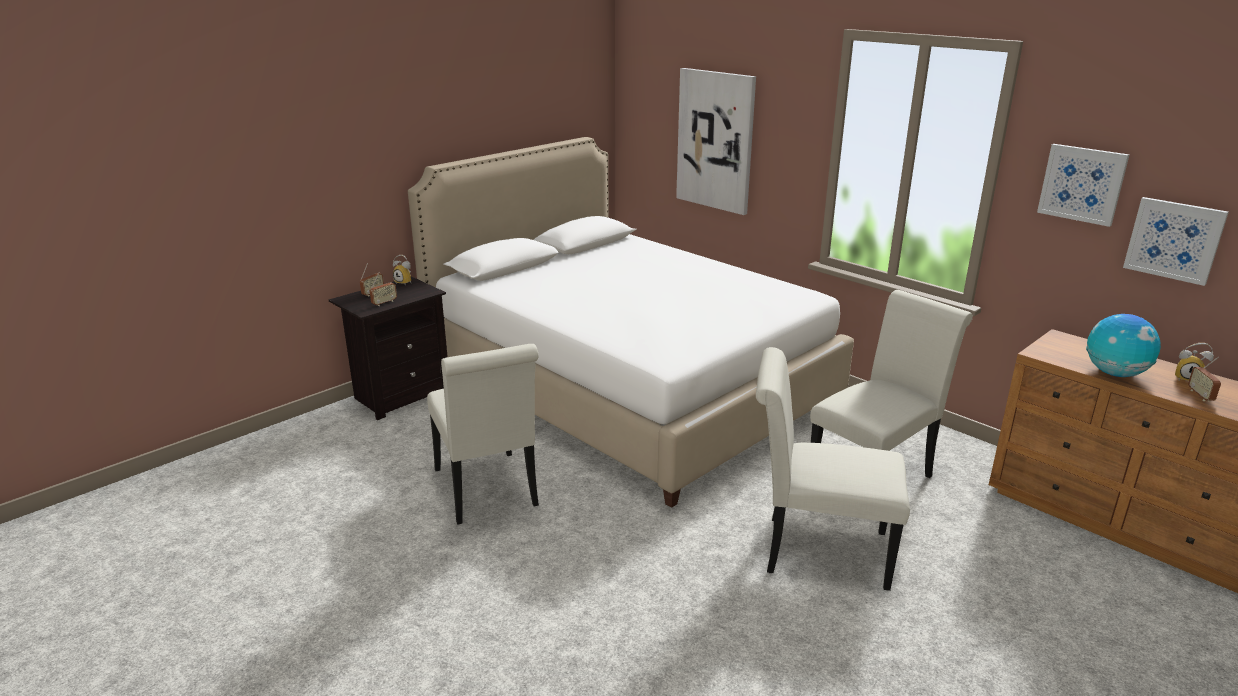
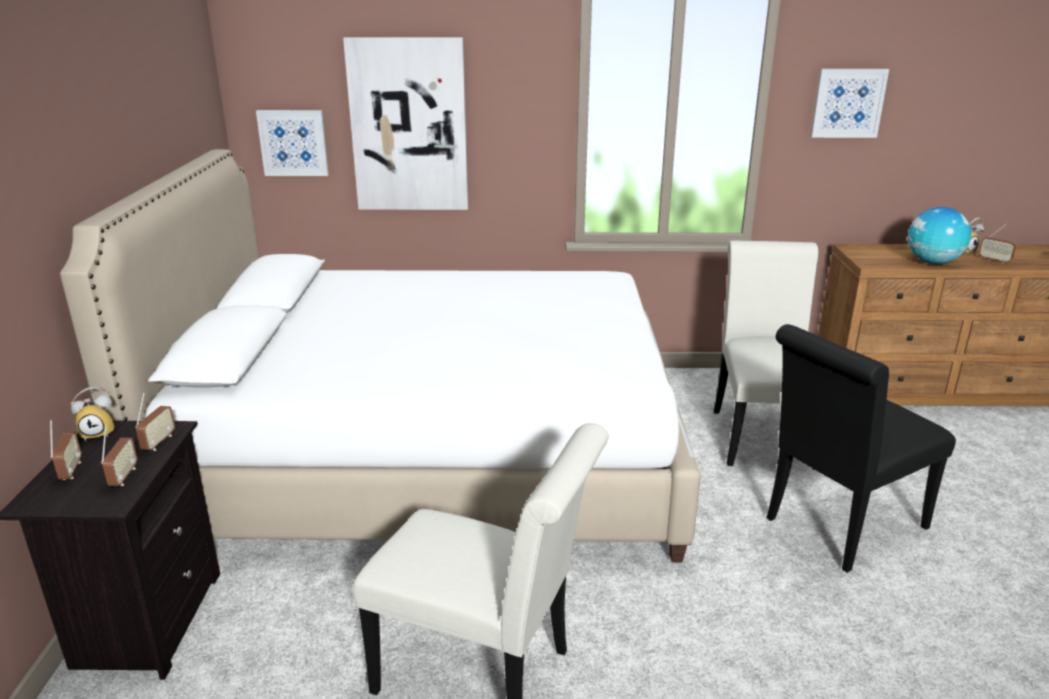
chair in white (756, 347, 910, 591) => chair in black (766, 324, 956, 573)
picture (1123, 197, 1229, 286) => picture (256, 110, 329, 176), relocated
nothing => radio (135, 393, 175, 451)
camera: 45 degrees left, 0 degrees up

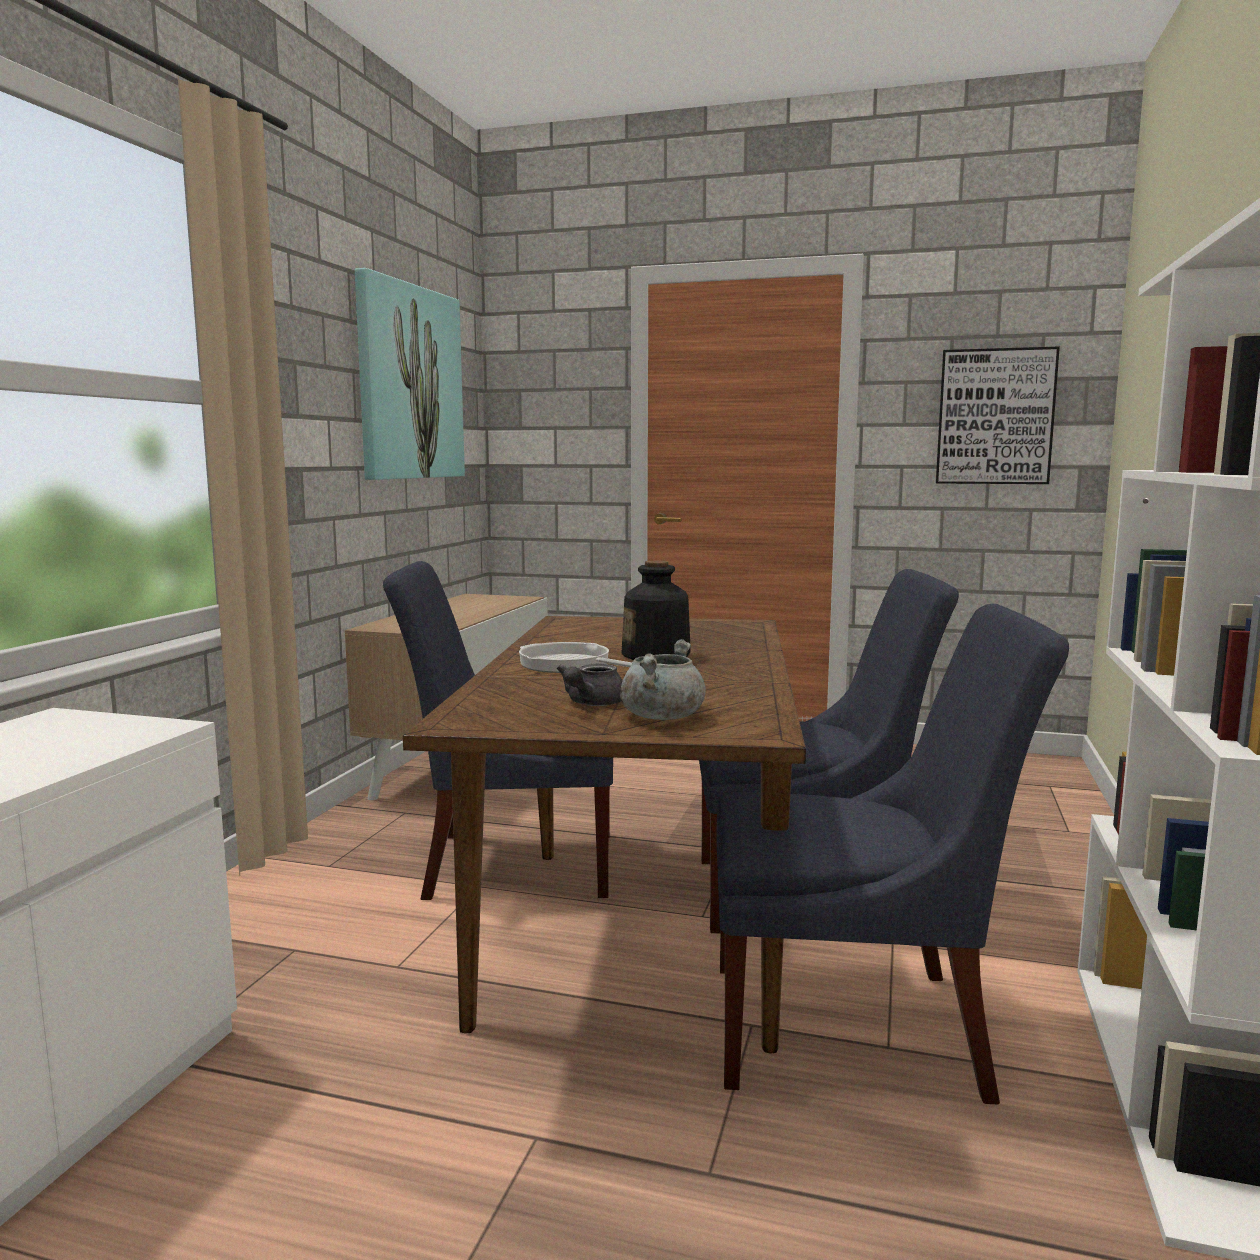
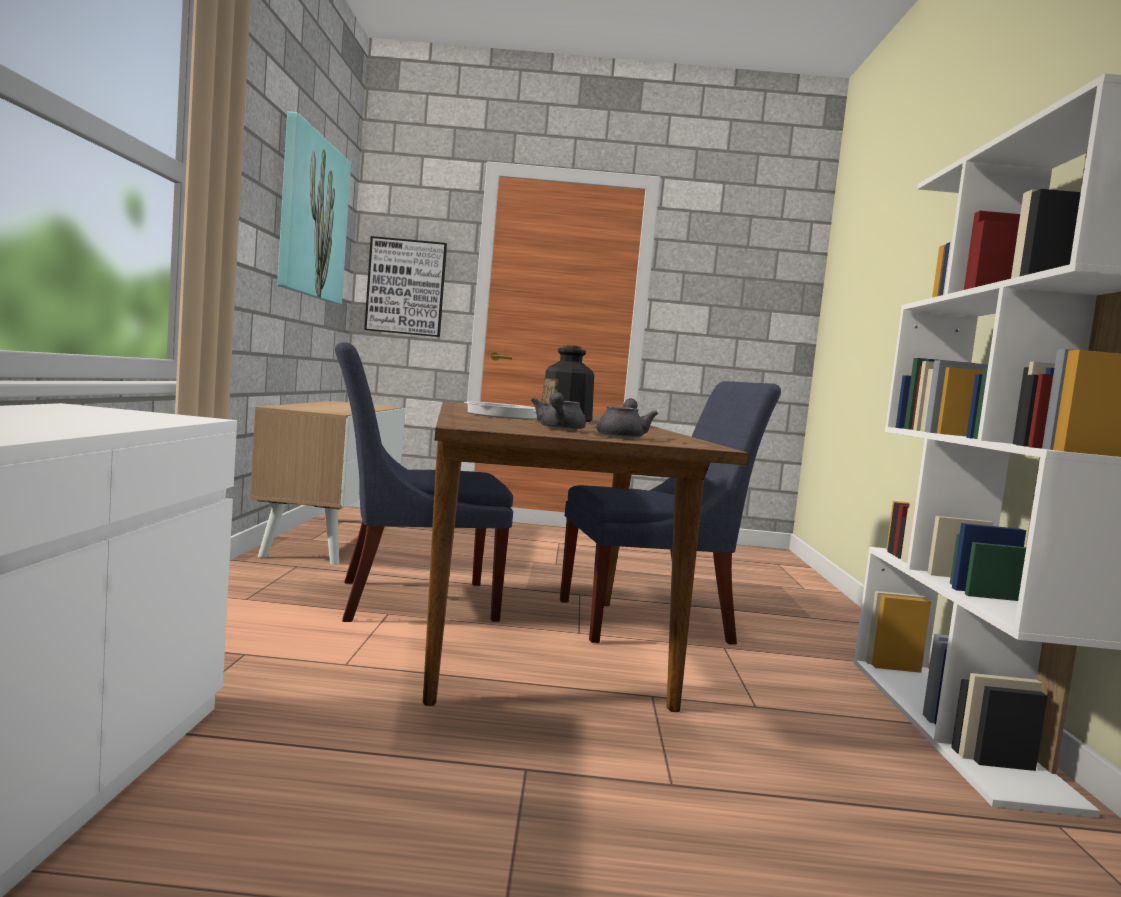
cooking pot in grey (620, 639, 706, 720) => teapot in grey (597, 398, 658, 438)
chair in blue (716, 604, 1069, 1104) => nothing
picture (936, 346, 1060, 484) => picture (364, 236, 447, 337), relocated
camera: 15 degrees left, 5 degrees down

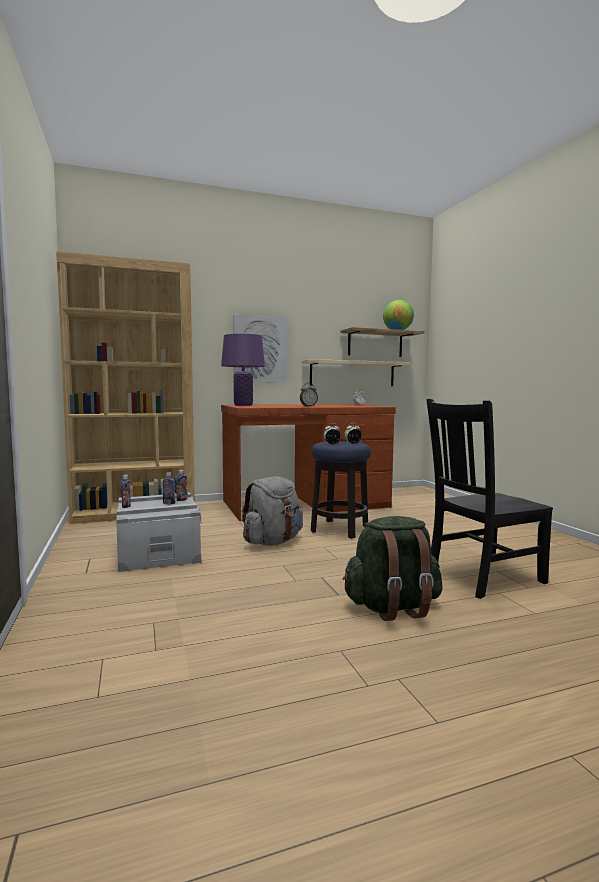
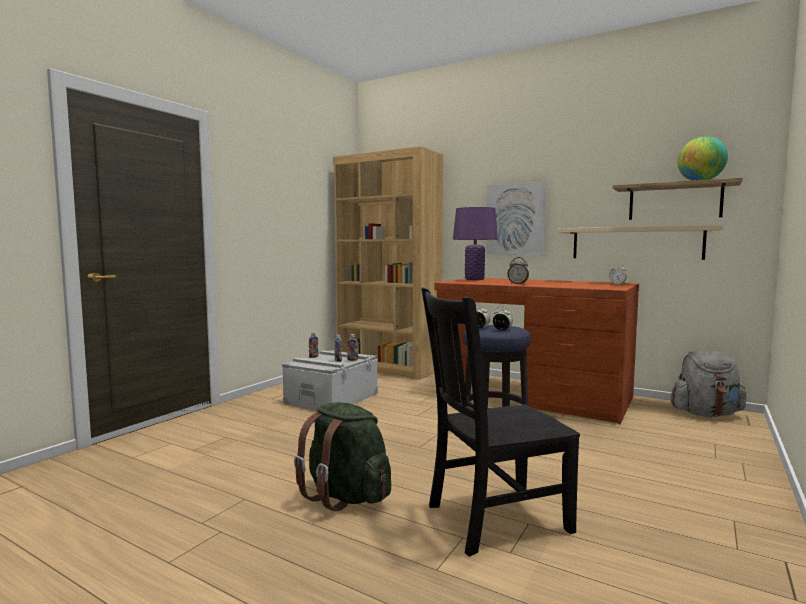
backpack in grey (242, 476, 303, 546) => backpack in grey (670, 351, 746, 417), relocated
chair in black (426, 398, 553, 599) => chair in black (421, 288, 580, 557), 45 degrees counterclockwise
camera: 50 degrees right, 0 degrees up

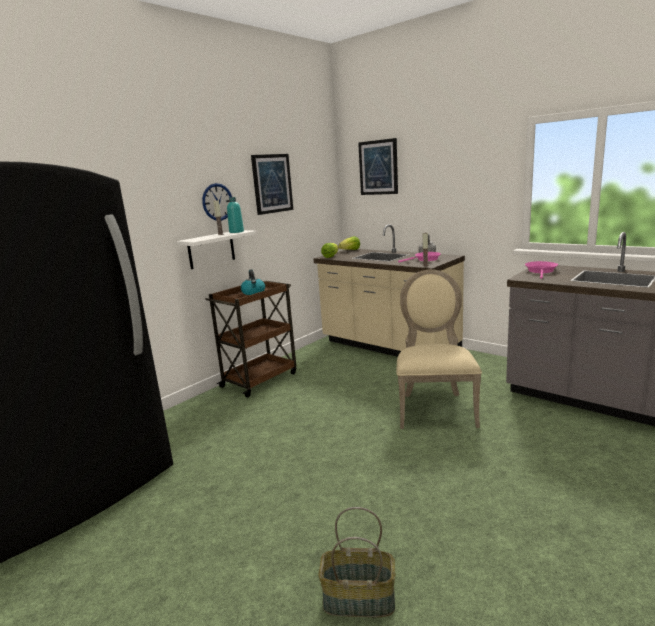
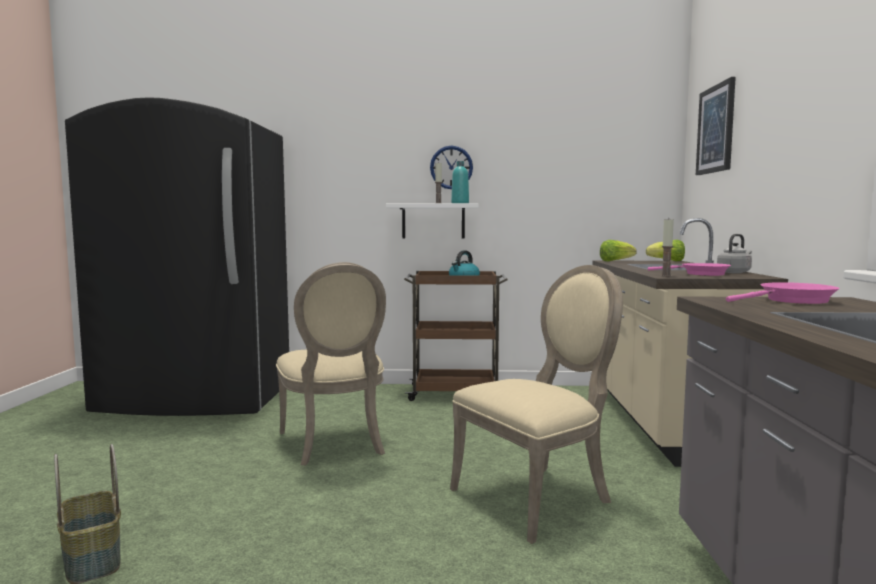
picture (251, 154, 293, 215) => nothing
nothing => chair in beige (276, 262, 386, 465)
camera: 50 degrees right, 10 degrees down

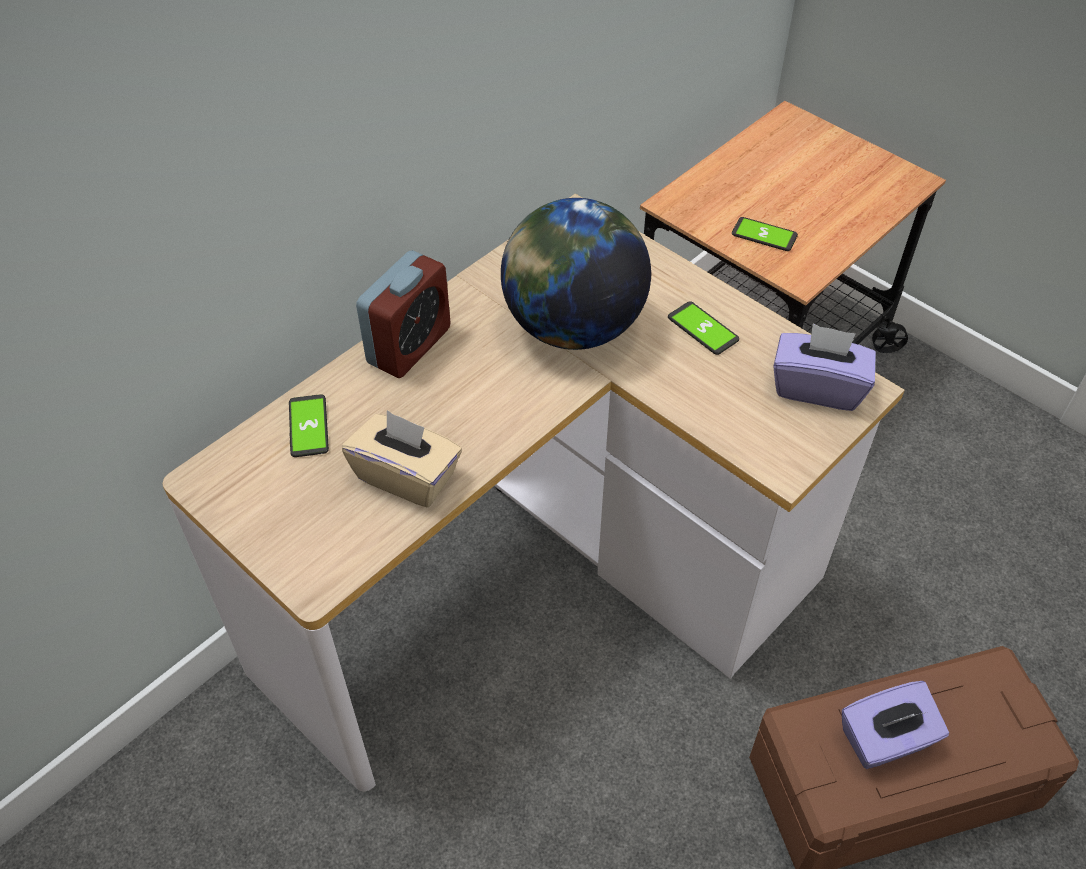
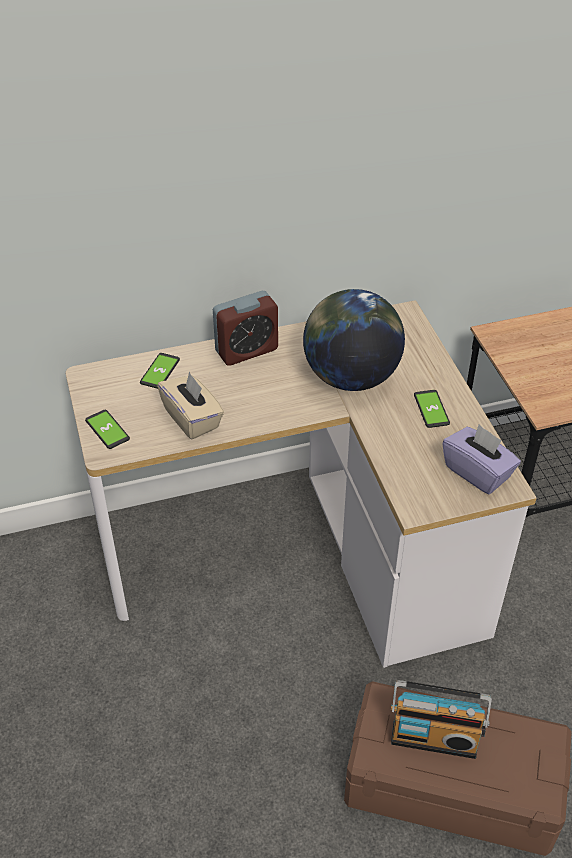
phone (732, 217, 798, 251) => phone (85, 410, 130, 449), relocated
tissue box in purple (842, 681, 949, 769) => radio (391, 680, 492, 759)
camera: 30 degrees right, 5 degrees down

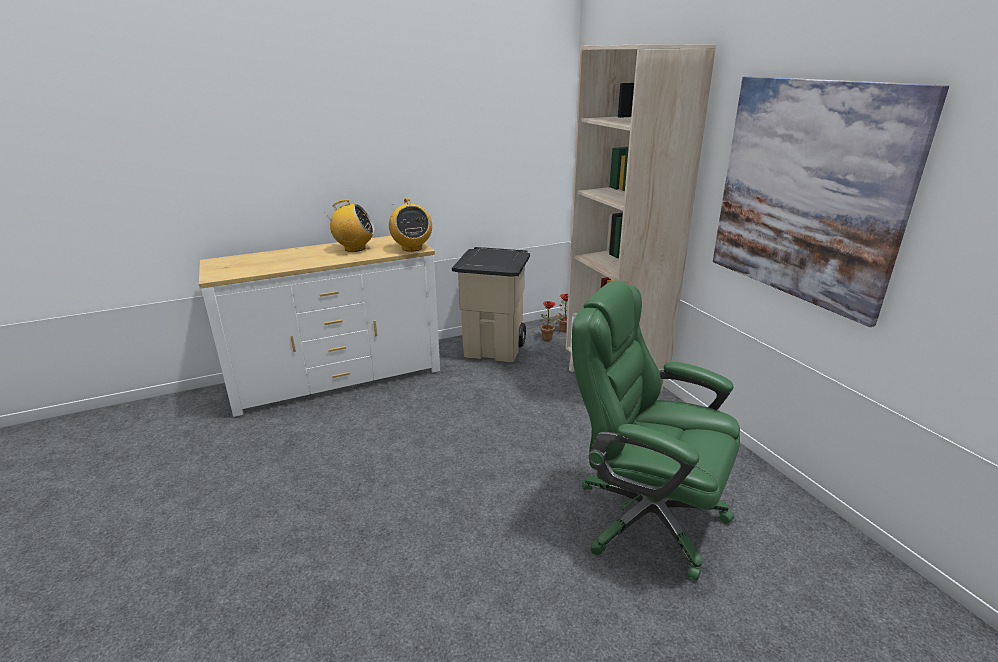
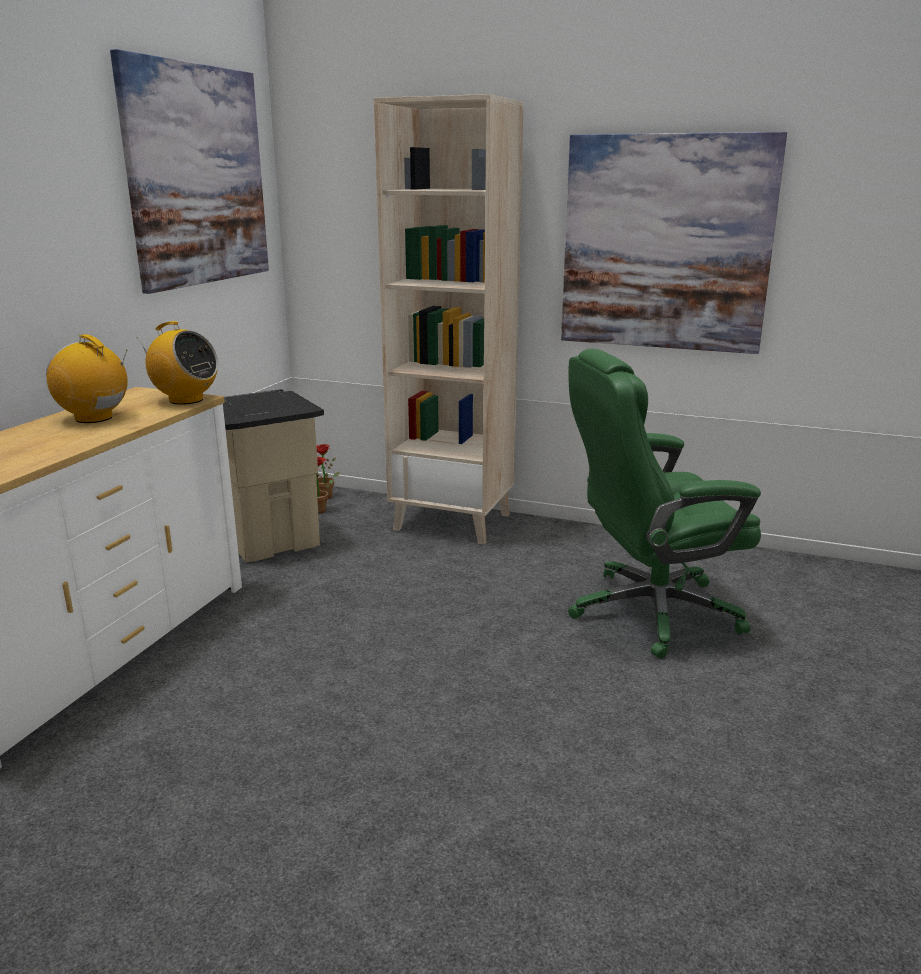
radio (324, 199, 375, 252) => radio (46, 334, 128, 423), 105 degrees counterclockwise
nothing => picture (110, 49, 269, 294)
camera: 45 degrees left, 5 degrees down

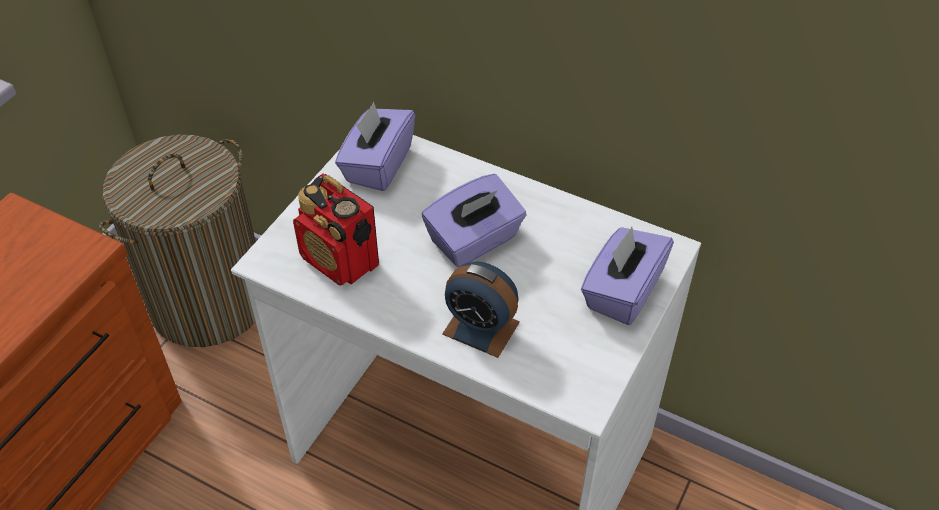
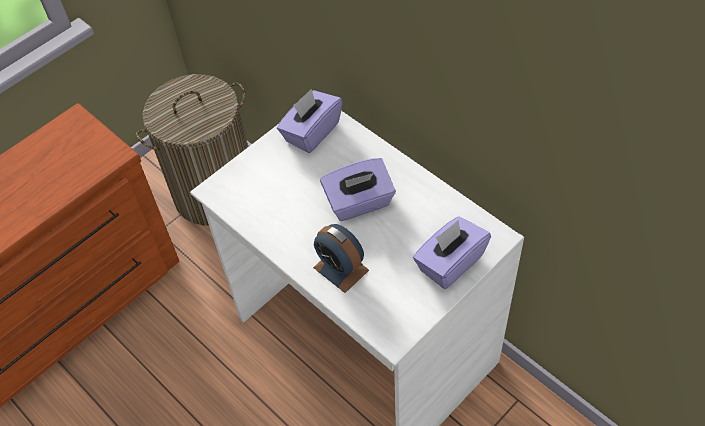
radio (293, 174, 379, 286) => nothing
camera: 20 degrees right, 5 degrees up

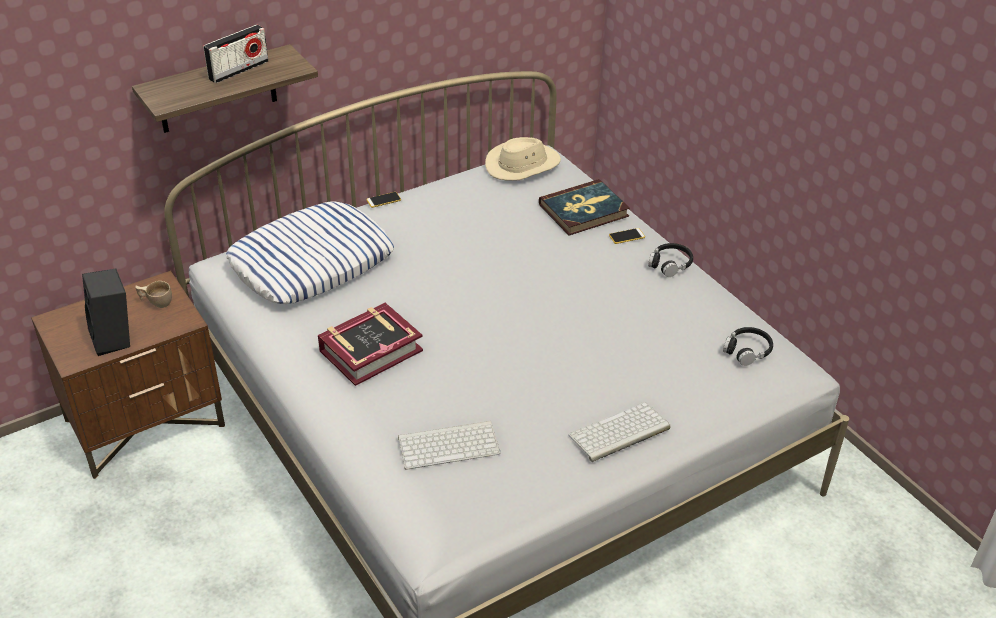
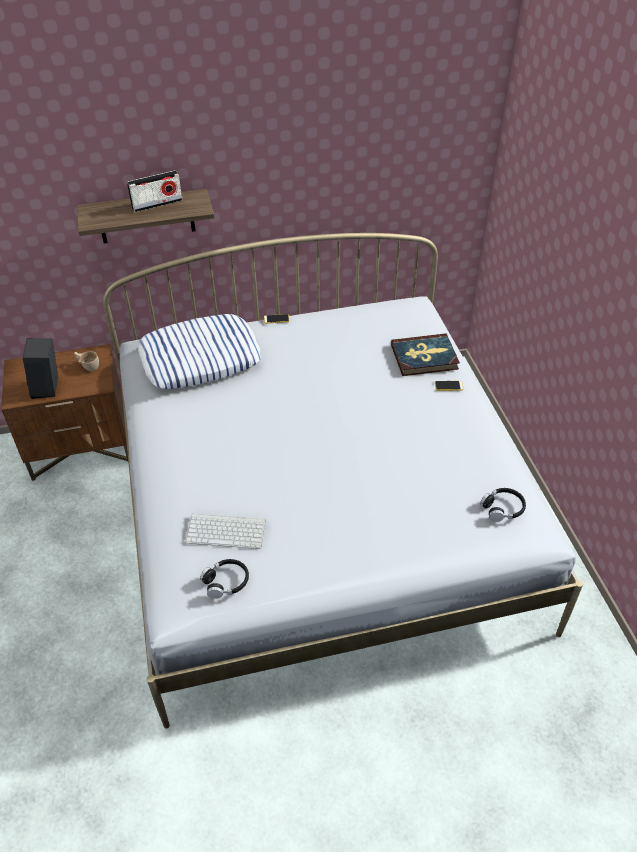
book (318, 303, 423, 386) => nothing
hat in beige (485, 137, 561, 181) => nothing
keyboard (568, 402, 670, 462) => nothing
headphones in black (648, 243, 693, 277) => headphones in black (200, 559, 249, 599), relocated
camera: 20 degrees right, 5 degrees up

